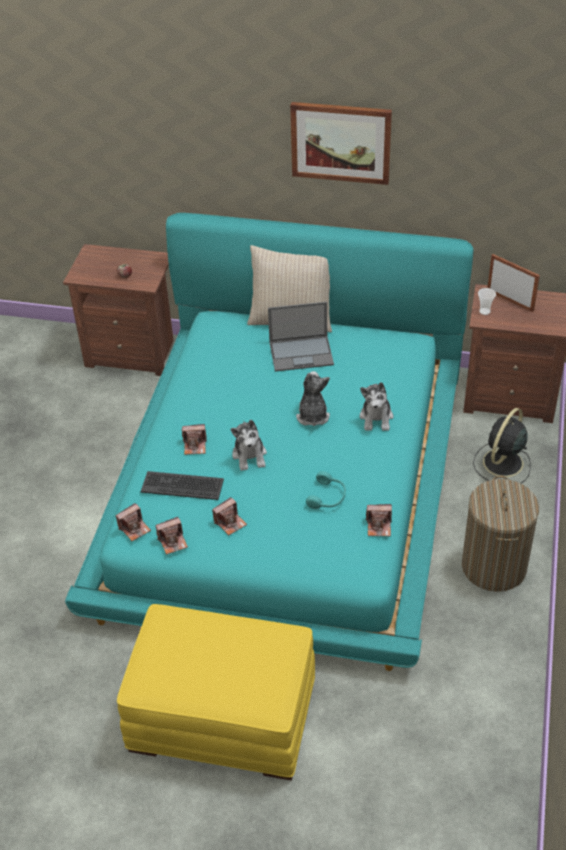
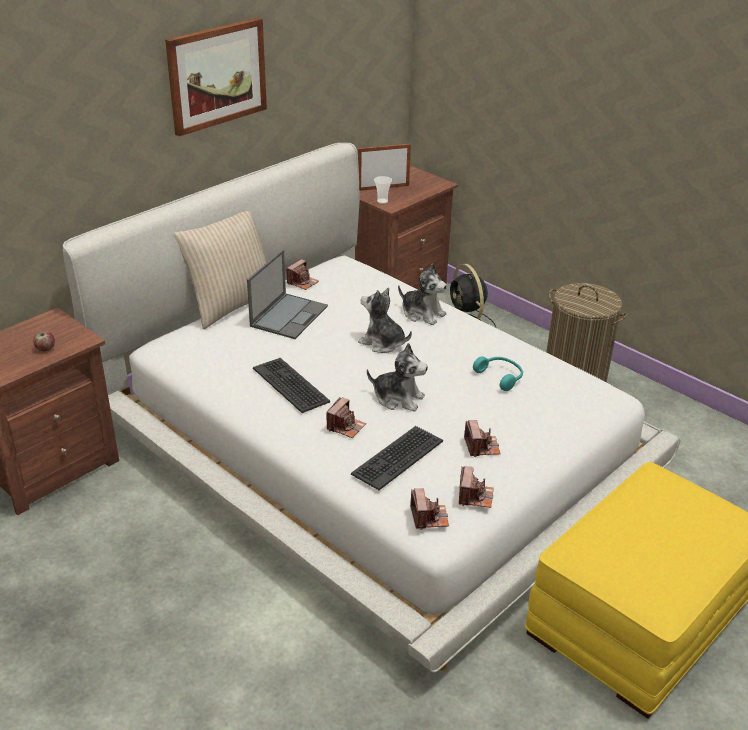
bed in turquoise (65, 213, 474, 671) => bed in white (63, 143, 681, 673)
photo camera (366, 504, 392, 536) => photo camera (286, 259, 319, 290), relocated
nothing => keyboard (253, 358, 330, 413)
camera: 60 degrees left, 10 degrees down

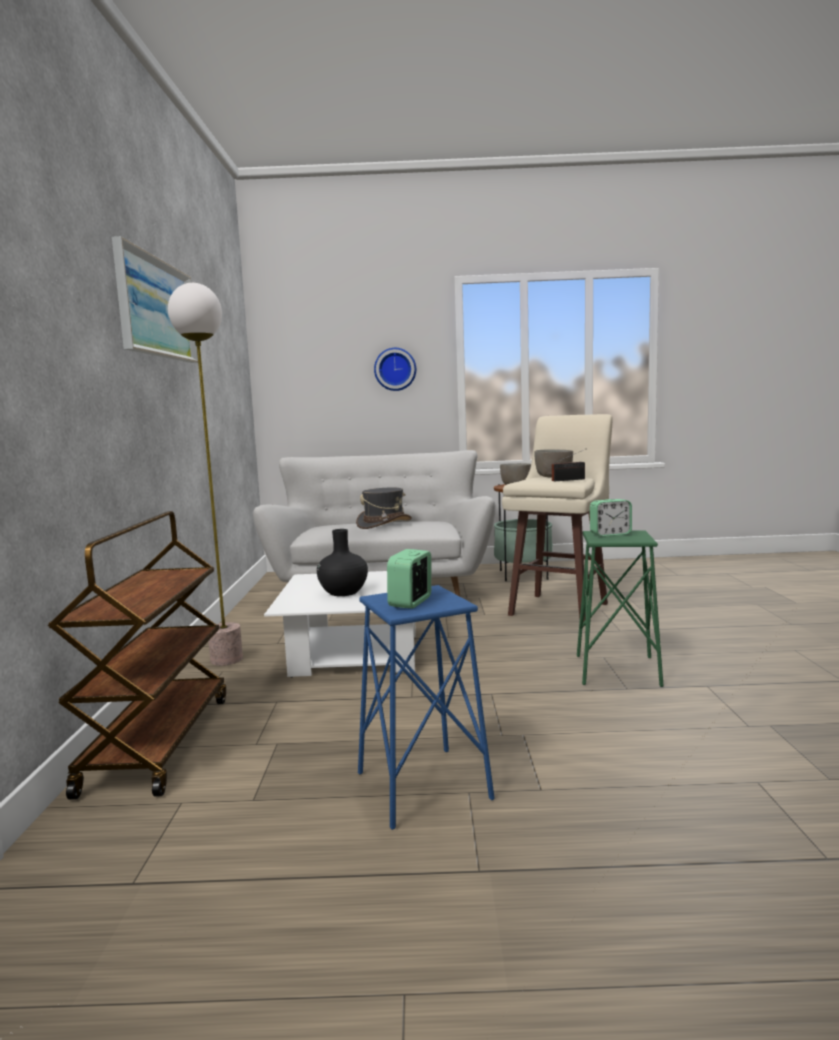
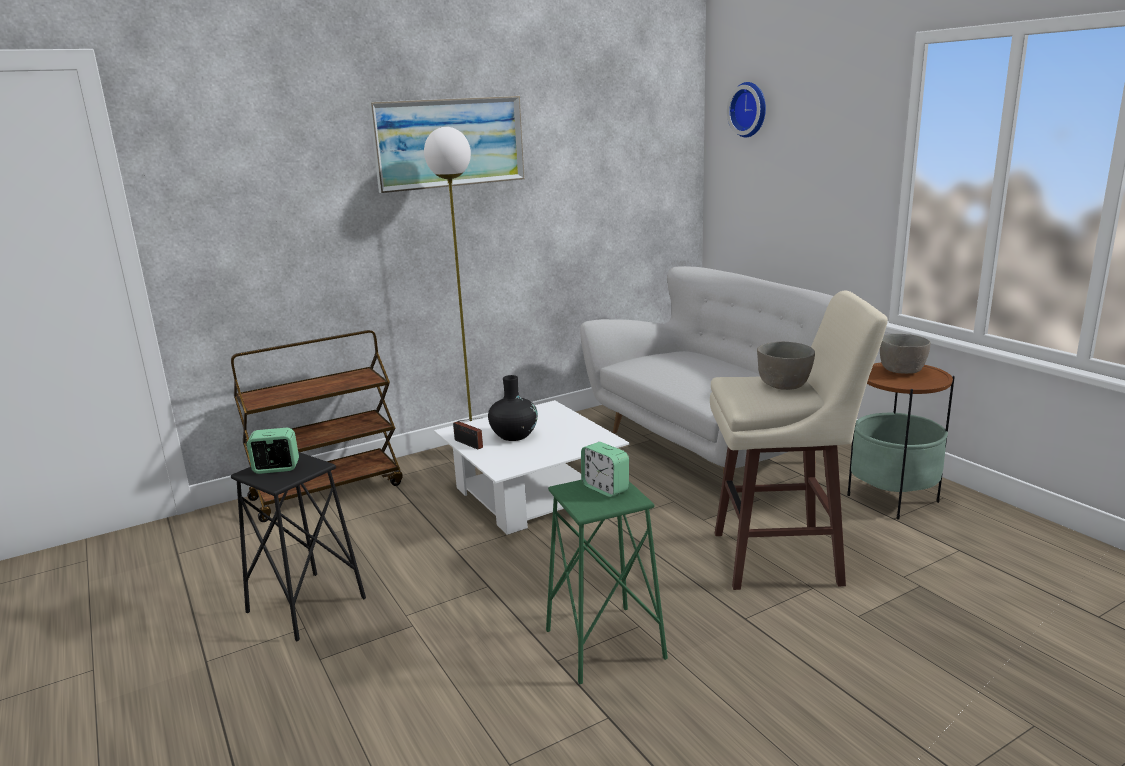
hat in grey (356, 488, 412, 529) => nothing
stool in blue (358, 585, 494, 830) => stool in black (231, 452, 366, 642)
wall clock (374, 348, 416, 391) => wall clock (727, 82, 766, 137), relocated
radio (552, 448, 587, 481) => radio (453, 418, 483, 449), relocated
camera: 60 degrees right, 10 degrees up

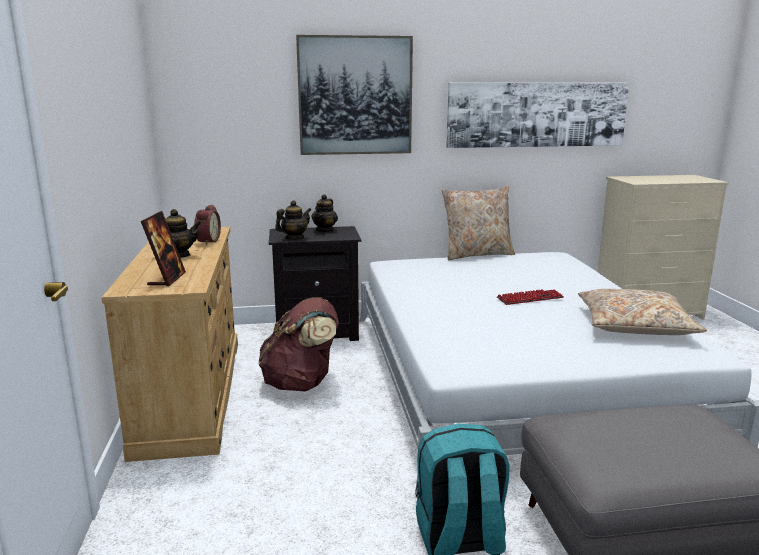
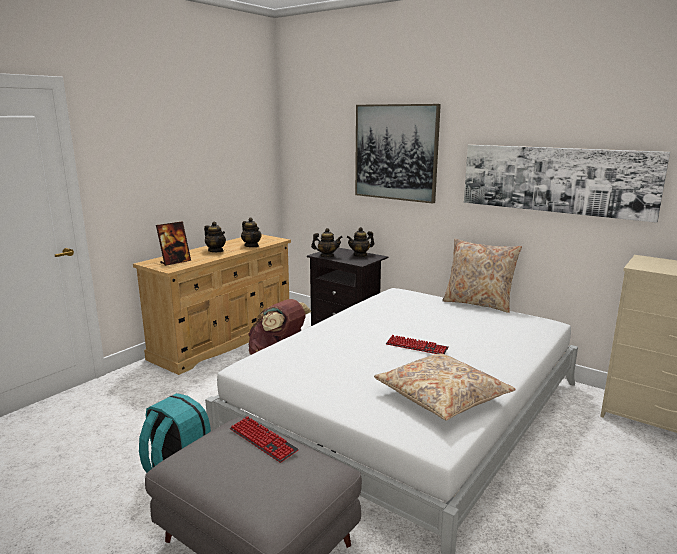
alarm clock (193, 205, 221, 245) => teapot (241, 218, 261, 247)
nothing => keyboard (230, 416, 299, 463)
camera: 45 degrees right, 0 degrees up

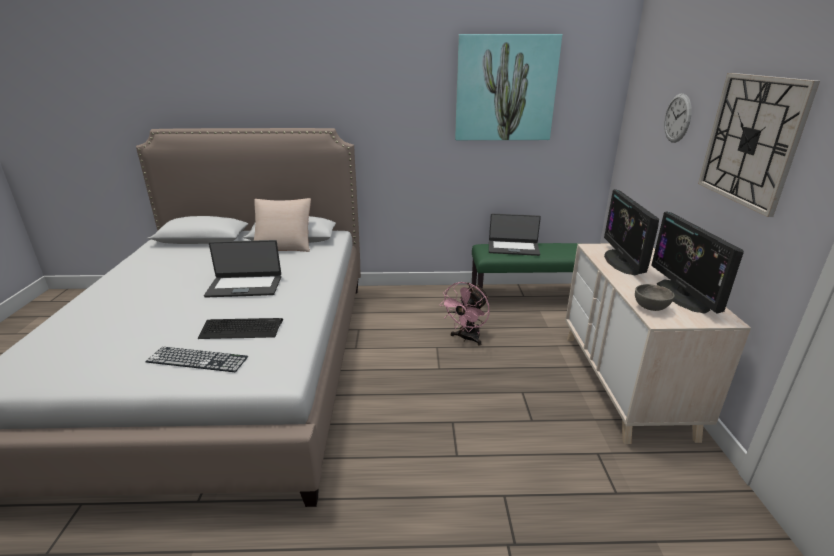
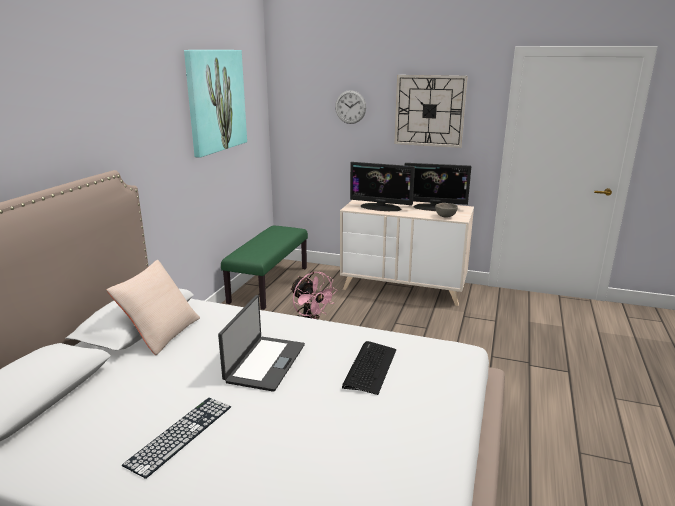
keyboard (146, 347, 248, 372) => keyboard (122, 398, 231, 479), relocated
laptop (489, 214, 541, 256) => nothing
camera: 70 degrees left, 5 degrees down

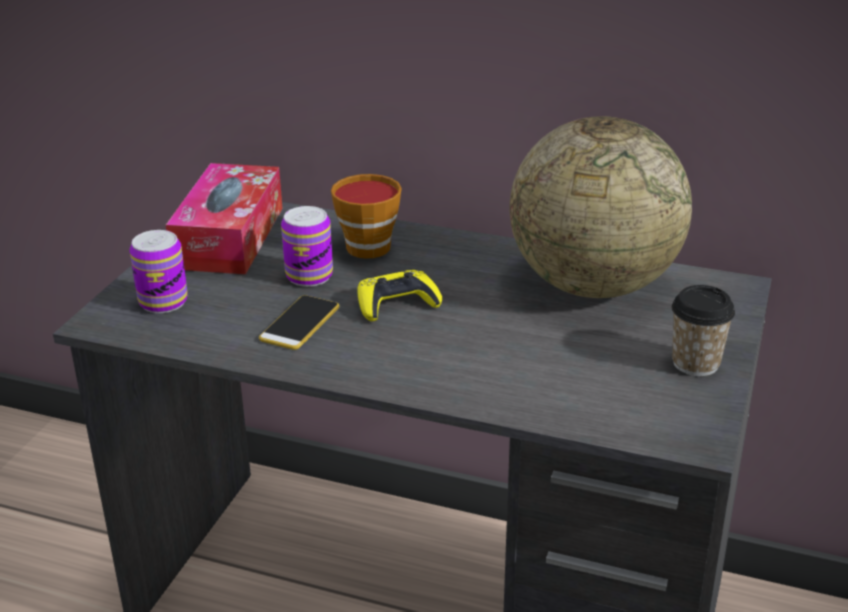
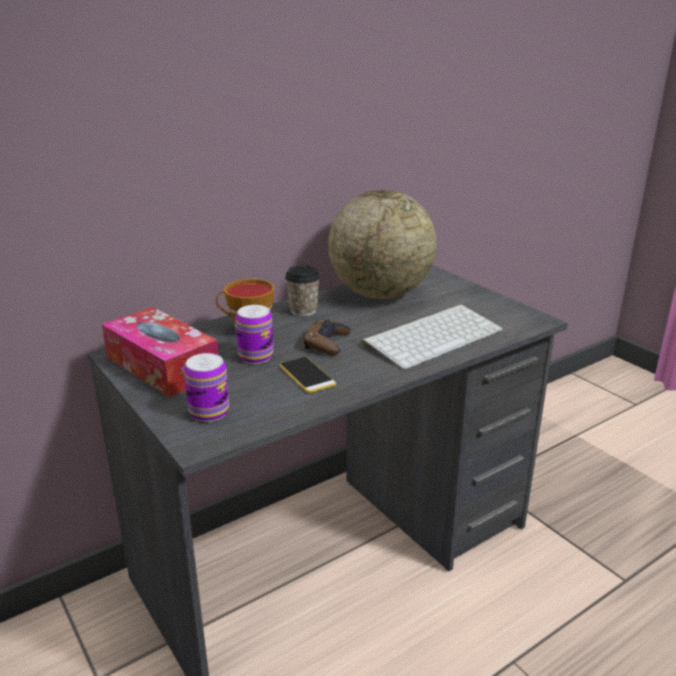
game controller in yellow (357, 270, 442, 321) => game controller in brown (304, 319, 351, 355)
cup (672, 285, 735, 376) => cup (285, 265, 320, 316), relocated
nothing => keyboard (361, 305, 503, 370)
camera: 55 degrees left, 5 degrees down

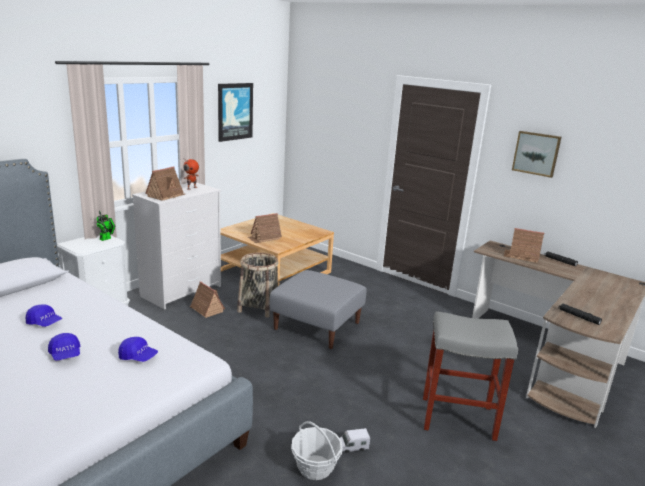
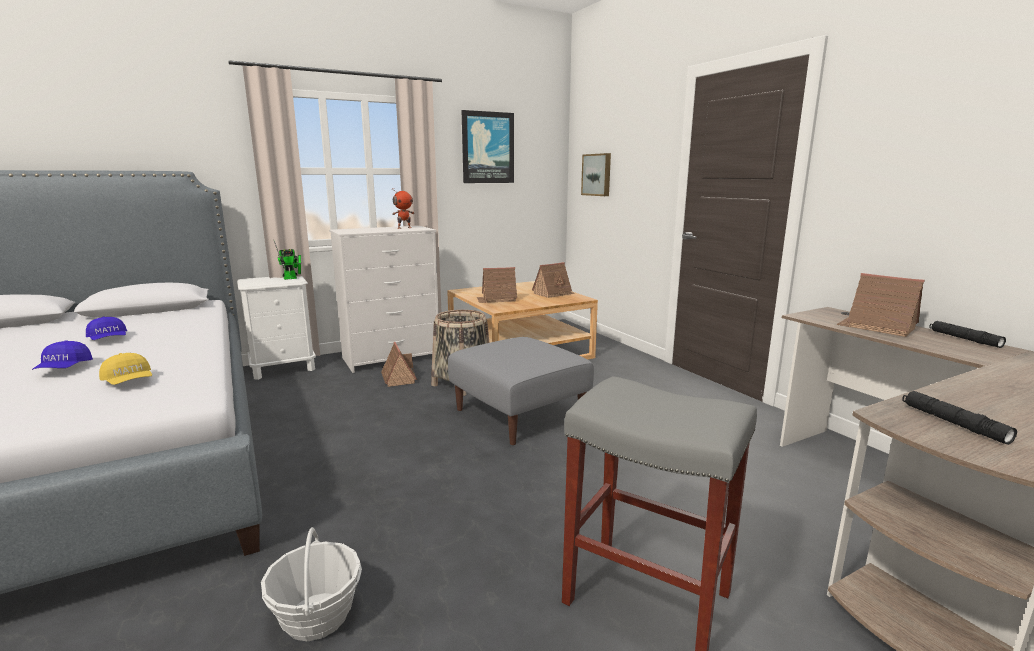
cap in blue (118, 337, 158, 362) => cap in yellow (99, 353, 152, 385)
toy house (145, 166, 185, 201) => toy house (532, 262, 575, 298), relocated
toy truck (340, 428, 370, 453) => nothing
picture (512, 131, 561, 178) => picture (581, 153, 611, 196), relocated
camera: 25 degrees right, 5 degrees down

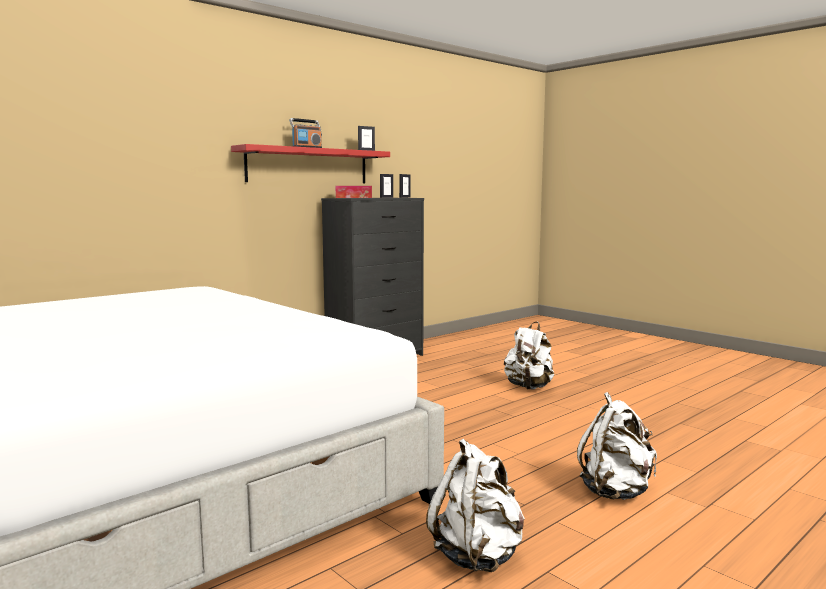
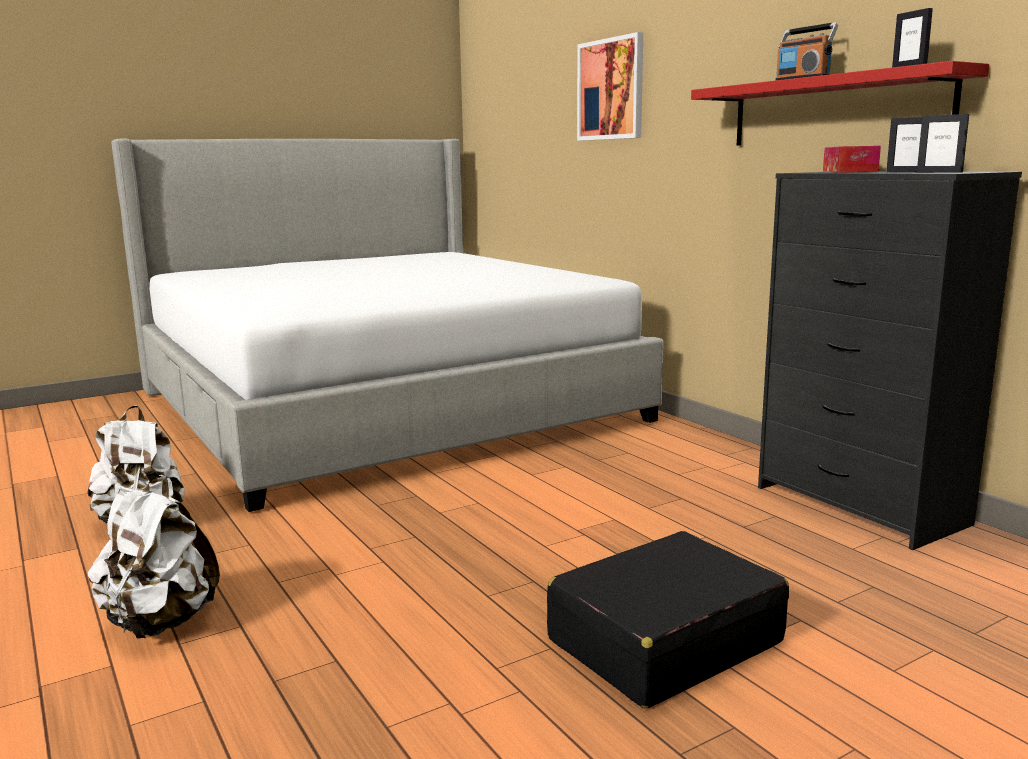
backpack in white (504, 322, 554, 389) => suitcase in black (547, 531, 789, 708)
nothing => picture (577, 32, 643, 141)
camera: 100 degrees right, 5 degrees up

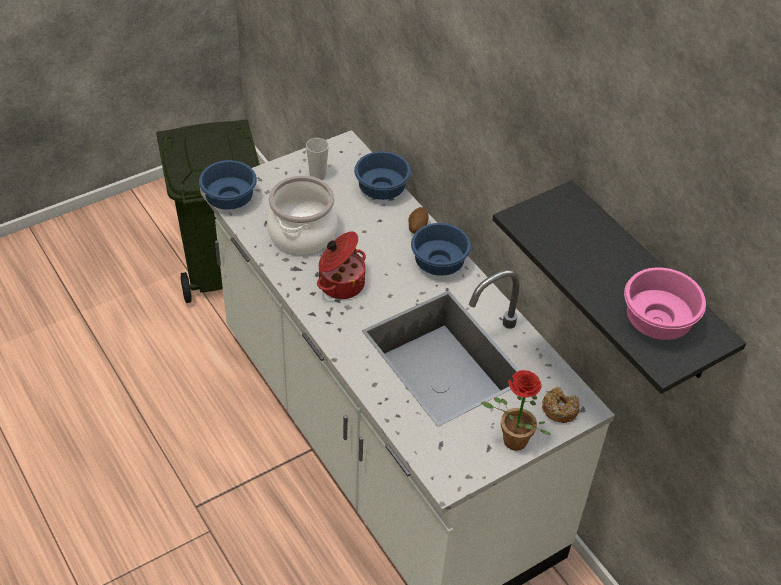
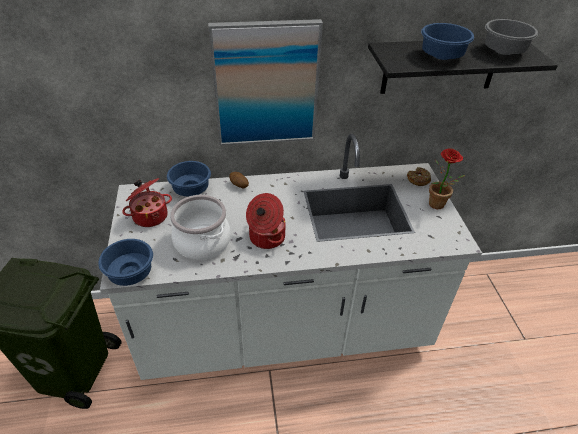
cup (306, 138, 329, 180) => cooking pot (122, 178, 172, 227)
bowl in blue (411, 223, 471, 276) => bowl in blue (421, 23, 474, 60), relocated
bowl in pink (624, 267, 706, 340) => bowl in grey (485, 19, 538, 55)
nothing => picture (208, 19, 323, 146)
camera: 65 degrees left, 5 degrees down

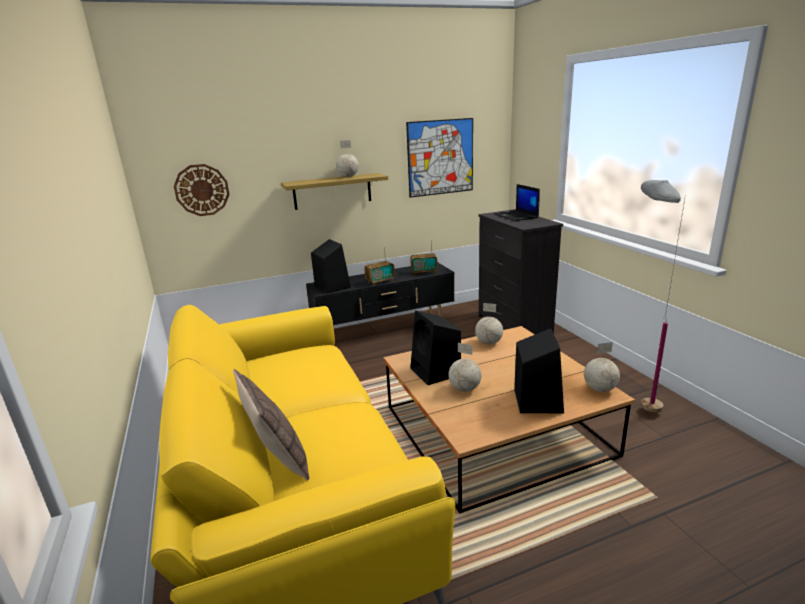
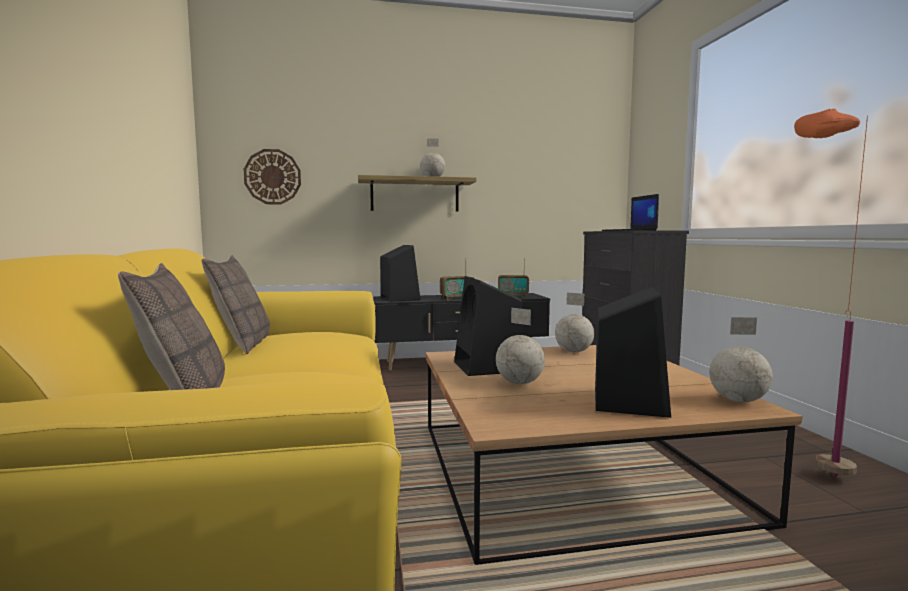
picture (406, 118, 473, 198) => nothing
floor lamp in grey (641, 180, 685, 412) => floor lamp in orange (794, 109, 868, 477)
nothing => pillow (201, 255, 270, 355)
camera: 10 degrees right, 15 degrees down

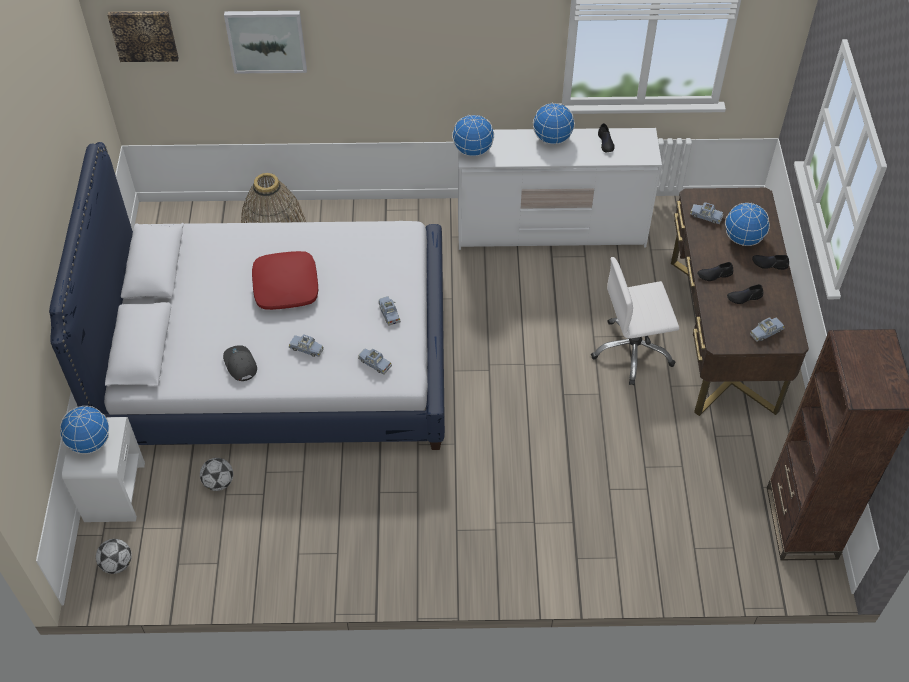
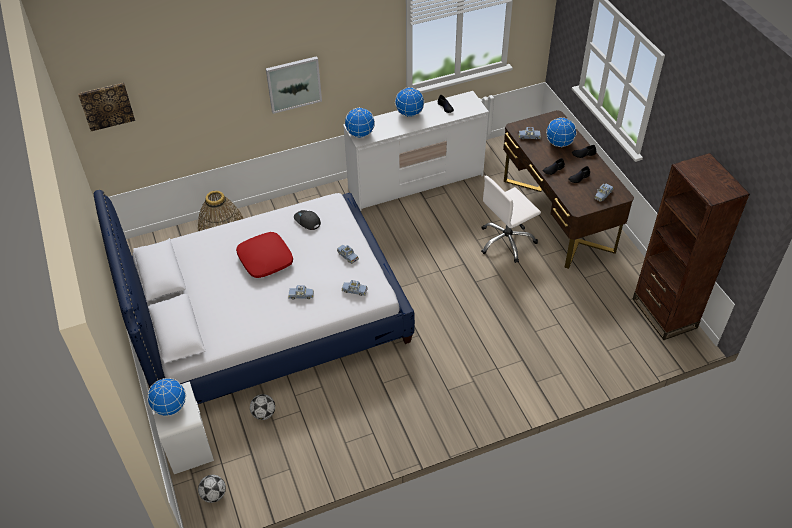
cap in grey (223, 345, 257, 381) => cap in grey (294, 210, 321, 230), relocated
picture (224, 11, 307, 74) => picture (266, 56, 322, 114), relocated
camera: 20 degrees left, 5 degrees down

